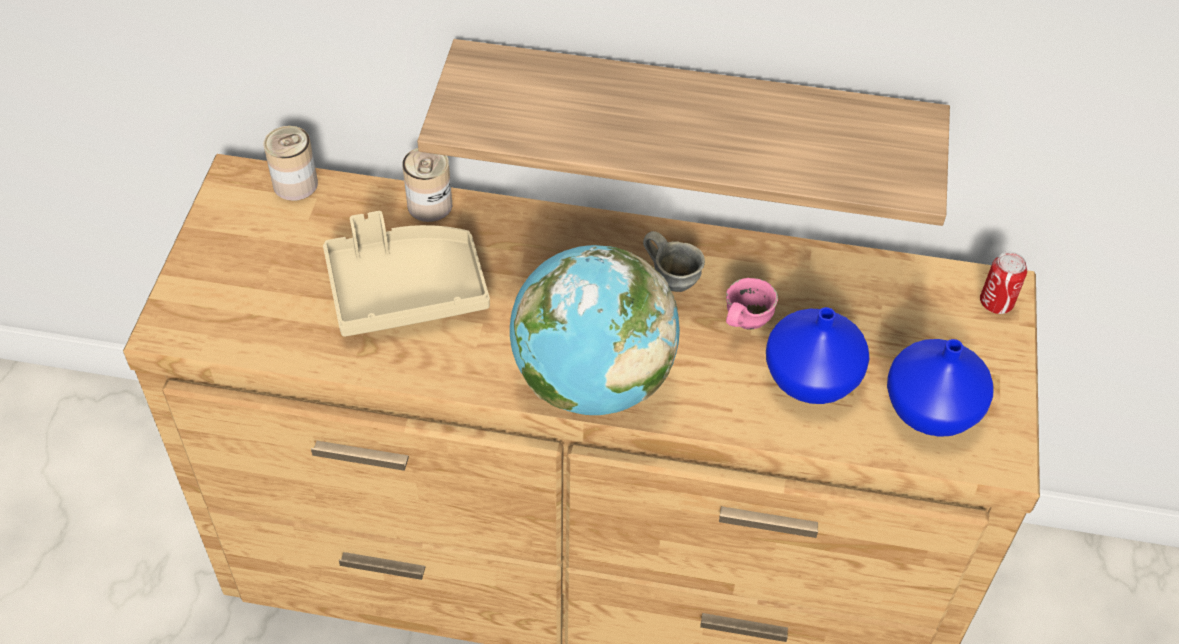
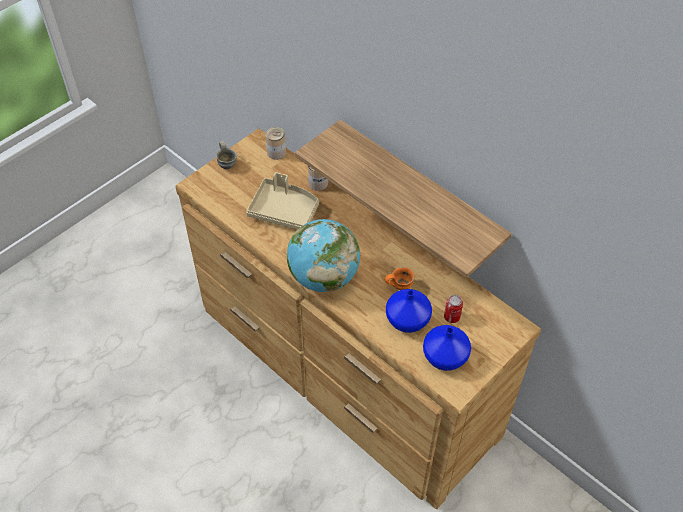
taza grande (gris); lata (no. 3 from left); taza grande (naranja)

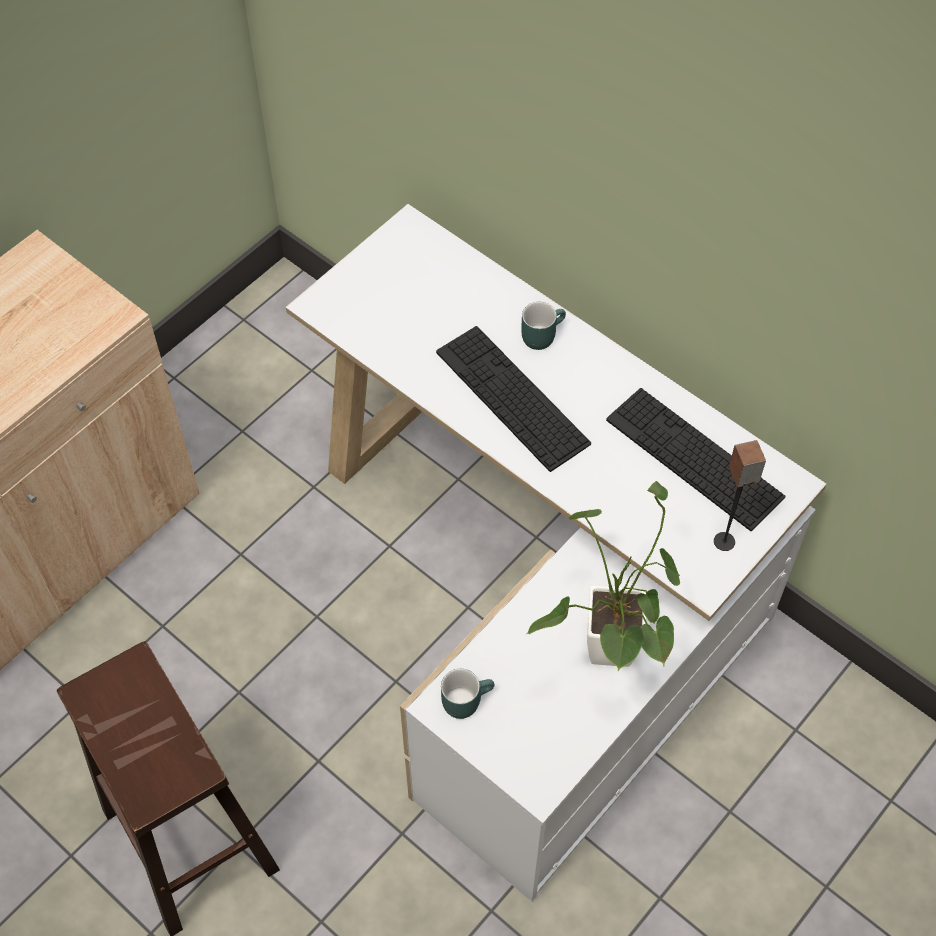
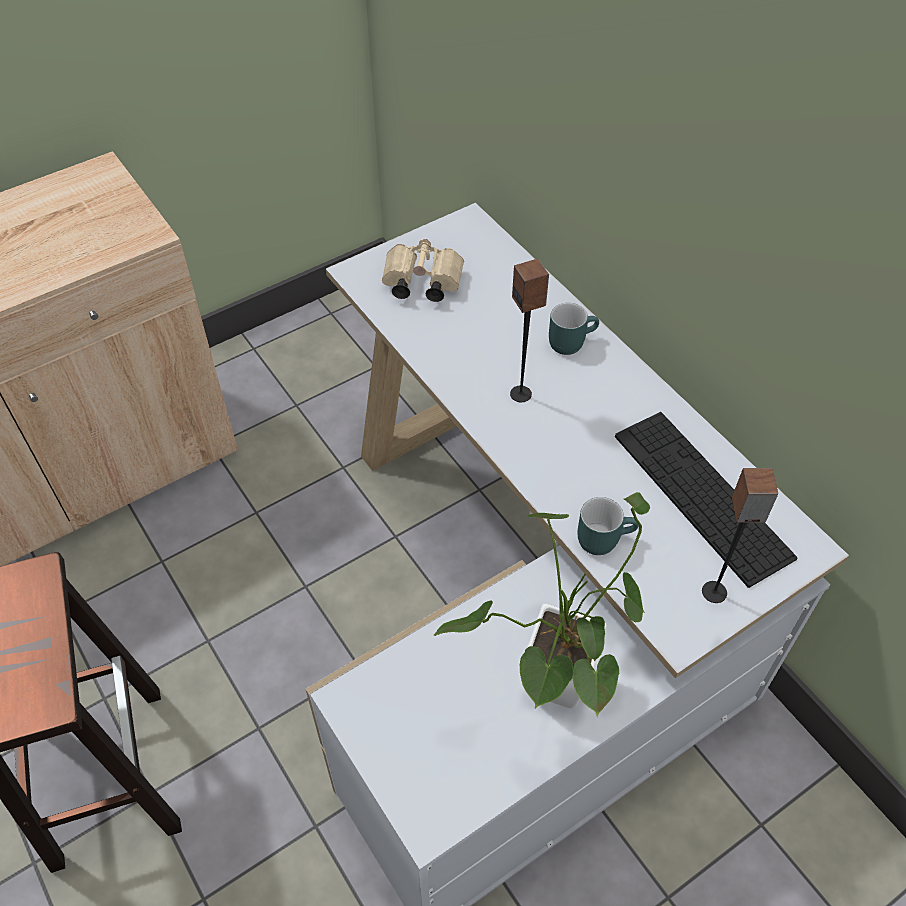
altavoz (no. 1 from left); taza grande (turquesa) (no. 2 from left); prismáticos (beis)

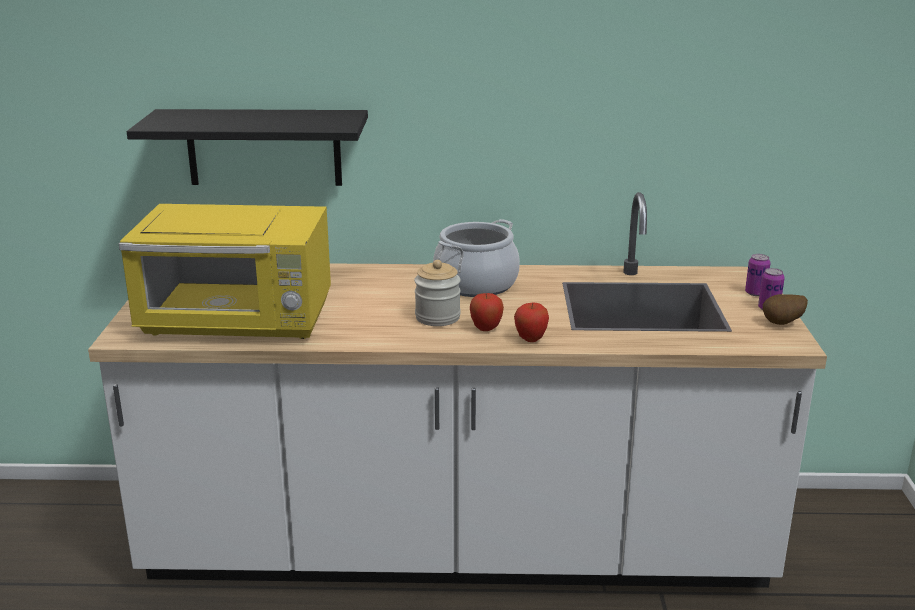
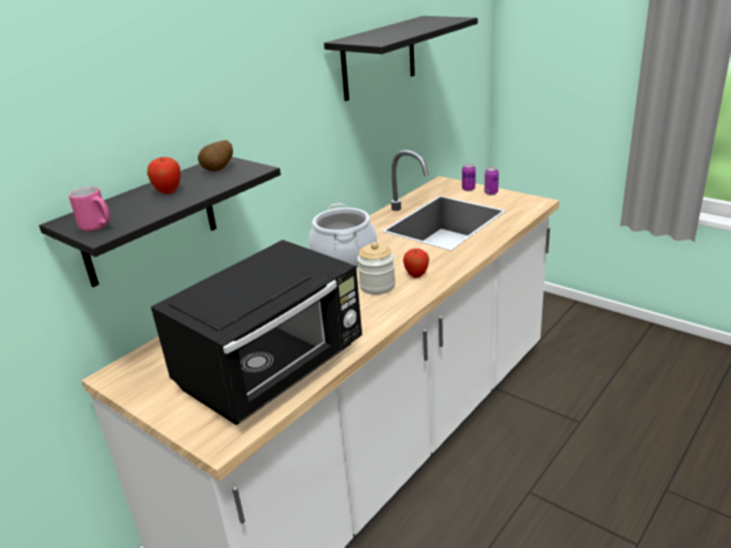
microondas (negro); patata; manzana (no. 1 from left); estante (negro) (no. 2 from left); taza grande (rosa)

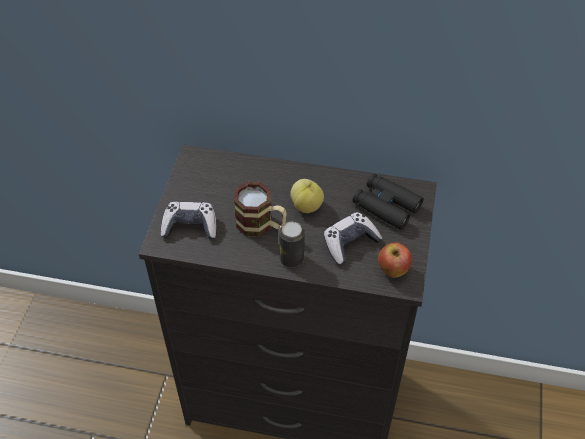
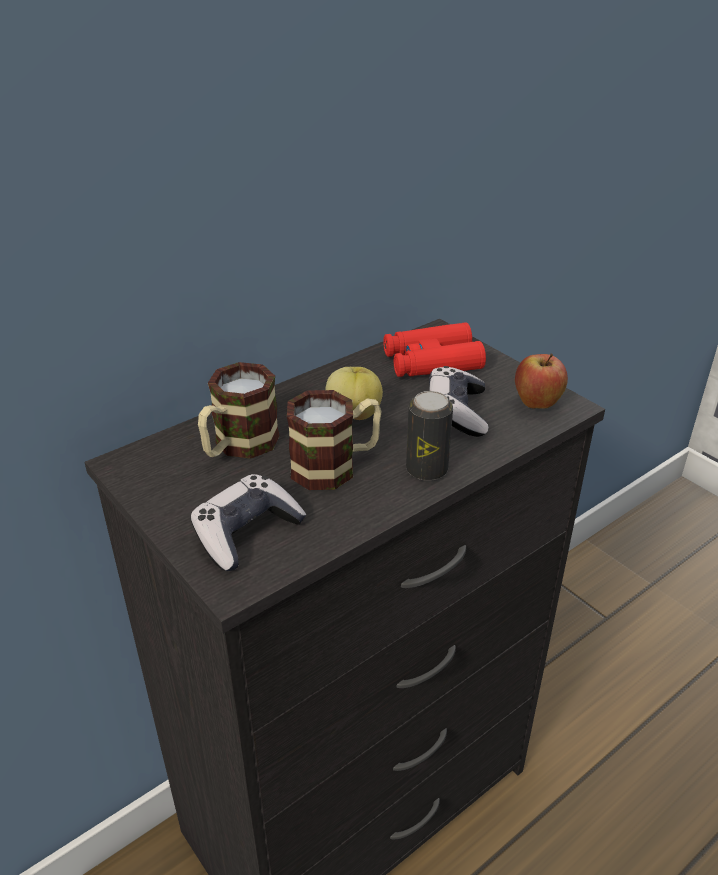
prismáticos (rojo); taza grande (no. 1 from left)

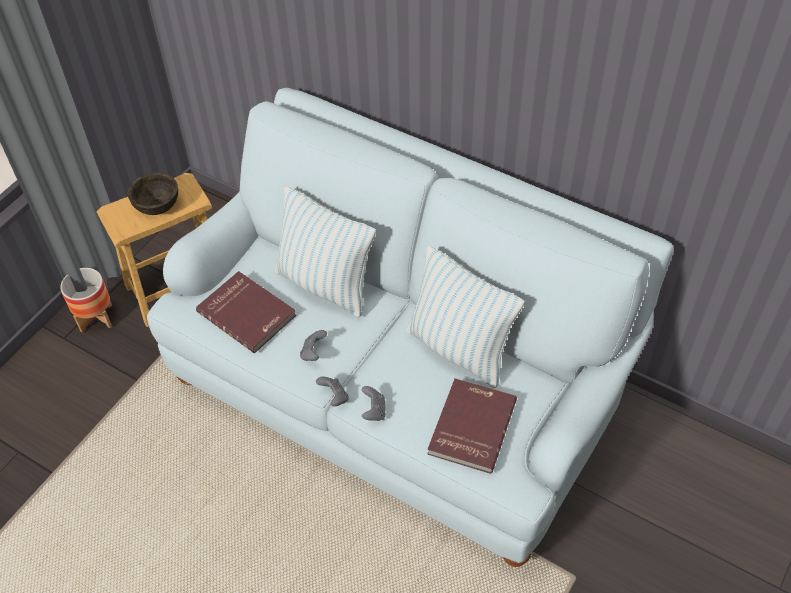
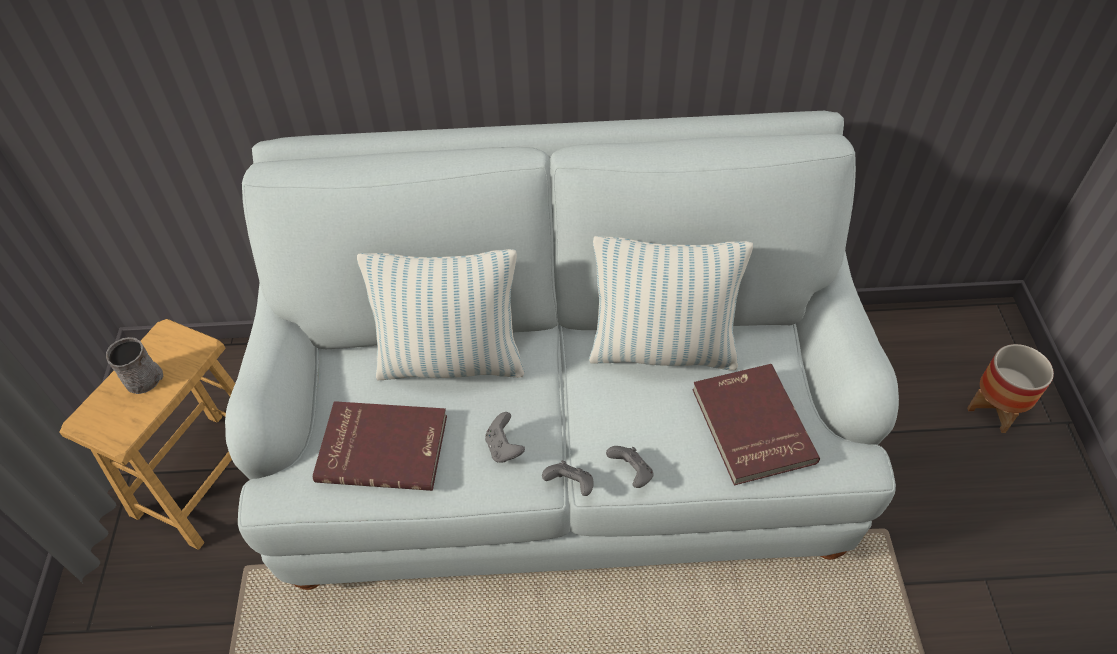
taza grande (gris); maceta

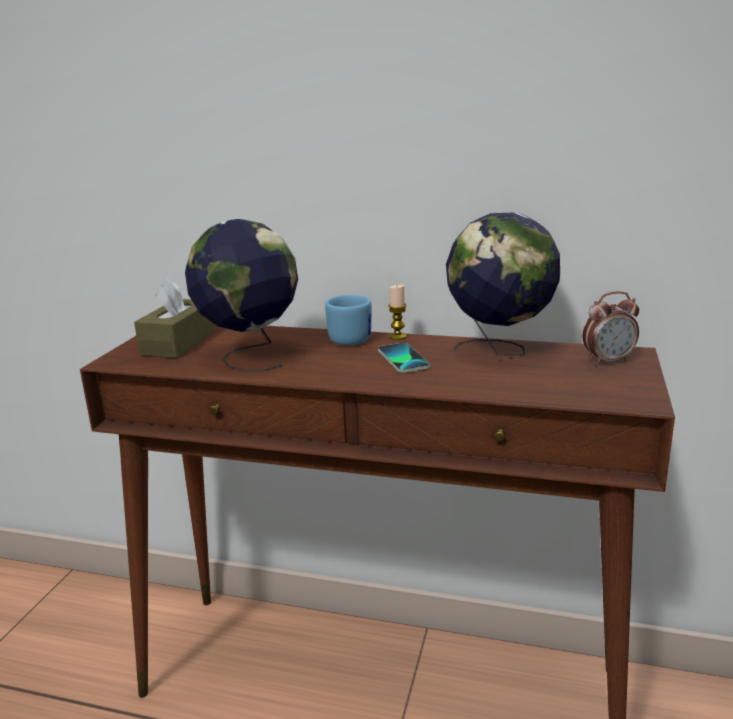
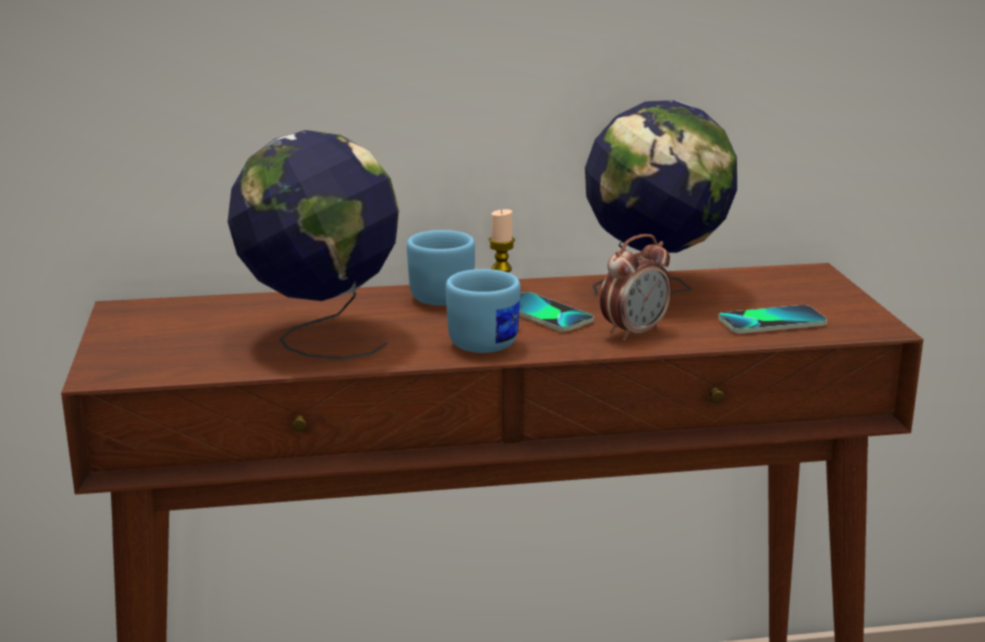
caja de pañuelos (marrón); despertador; taza grande (azul) (no. 2 from left); móvil (no. 2 from left)

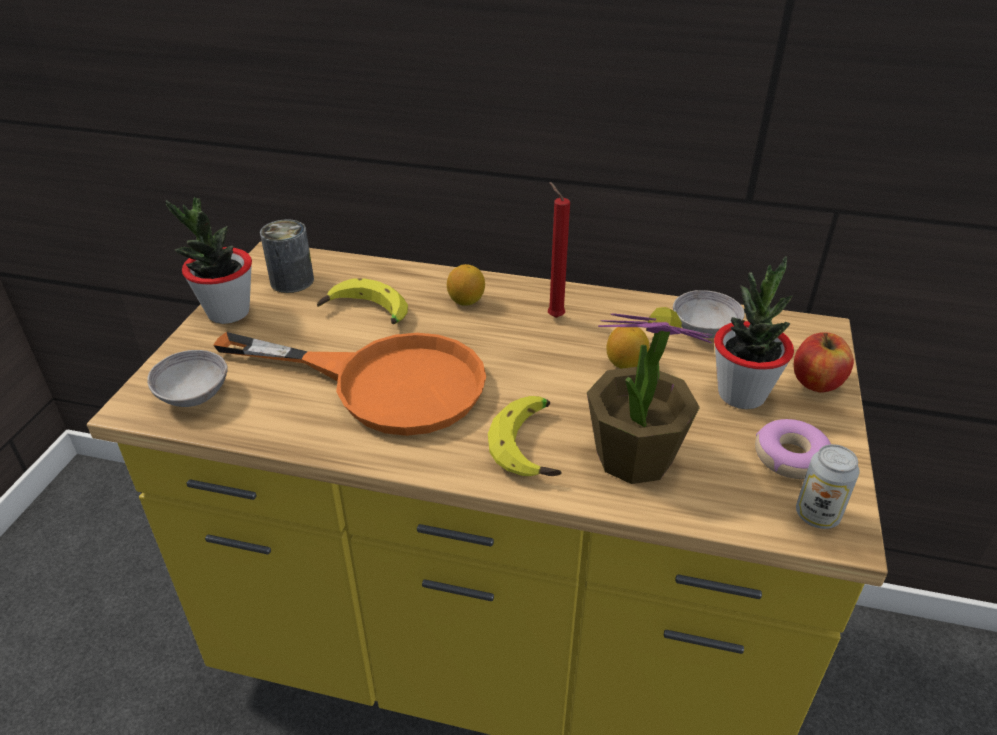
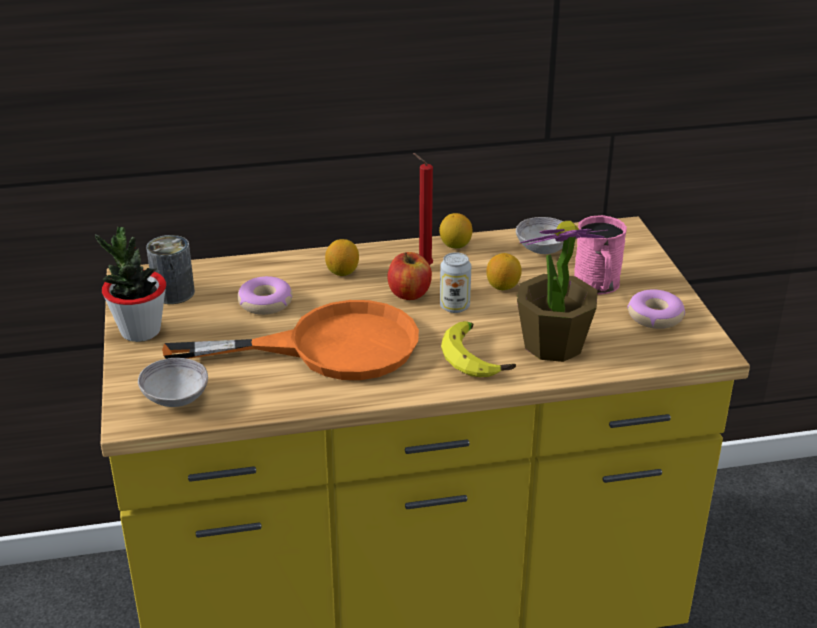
taza grande (rosa); rosquilla (no. 1 from left); manzana; lata (no. 2 from left); limón (no. 2 from left)

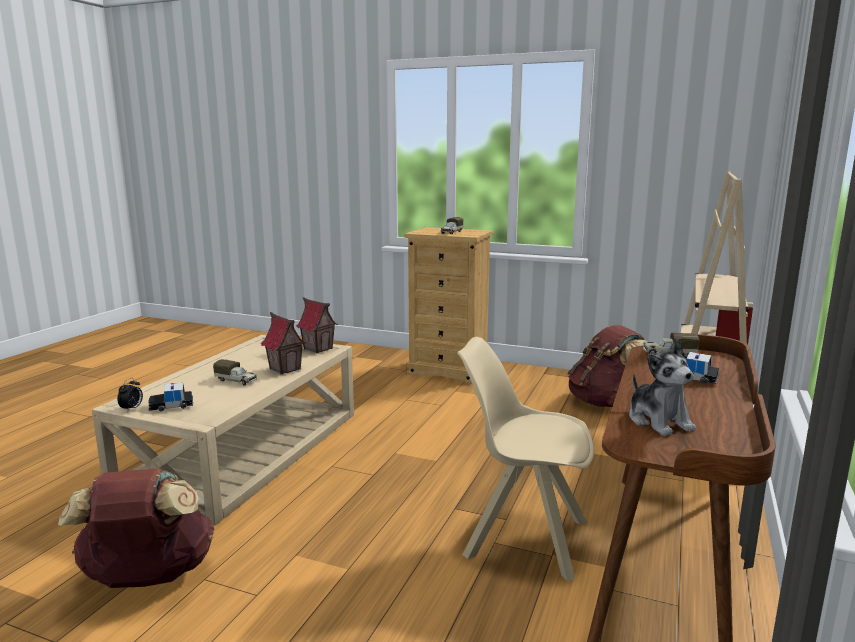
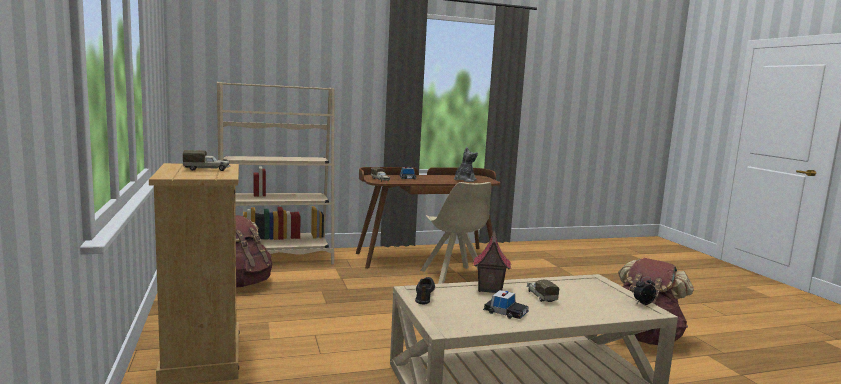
zapato (negro); coche de juguete (no. 2 from left)

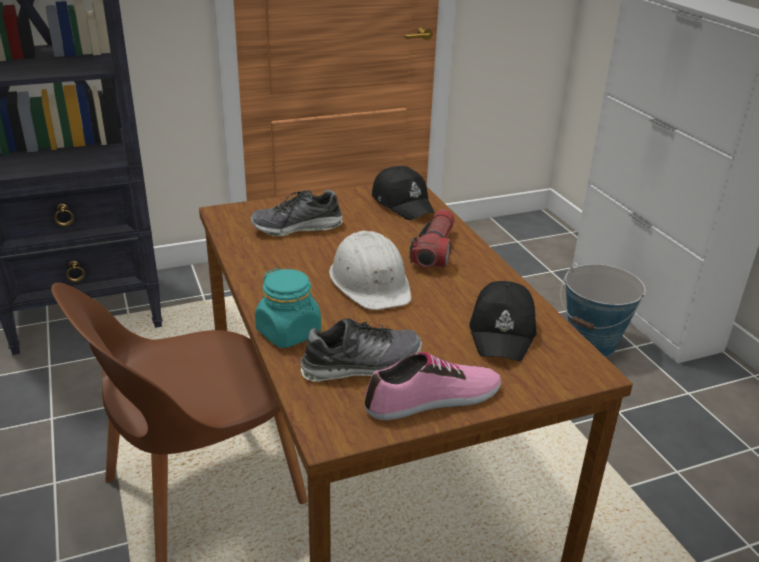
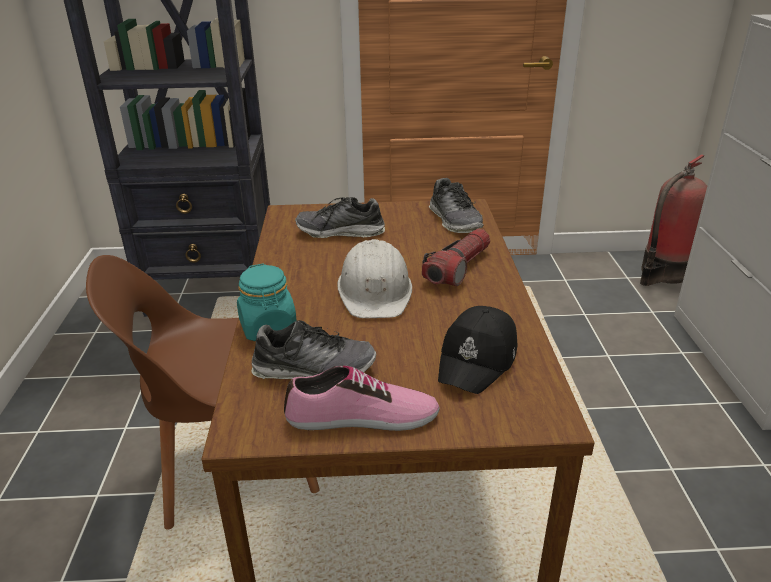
zapato (no. 4 from left); cubo; extintor

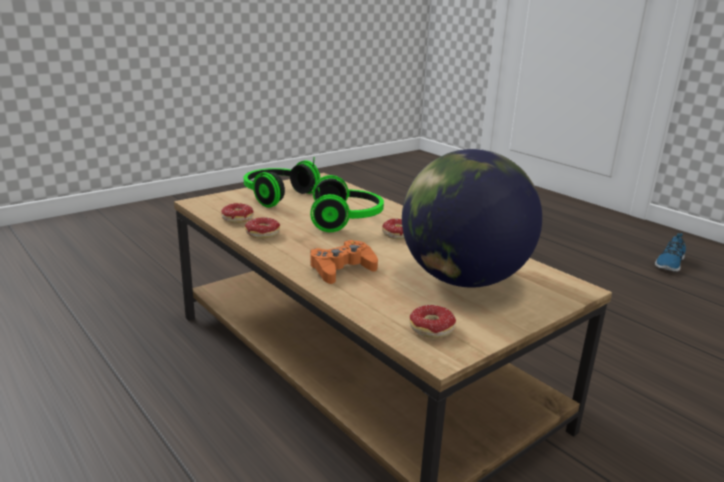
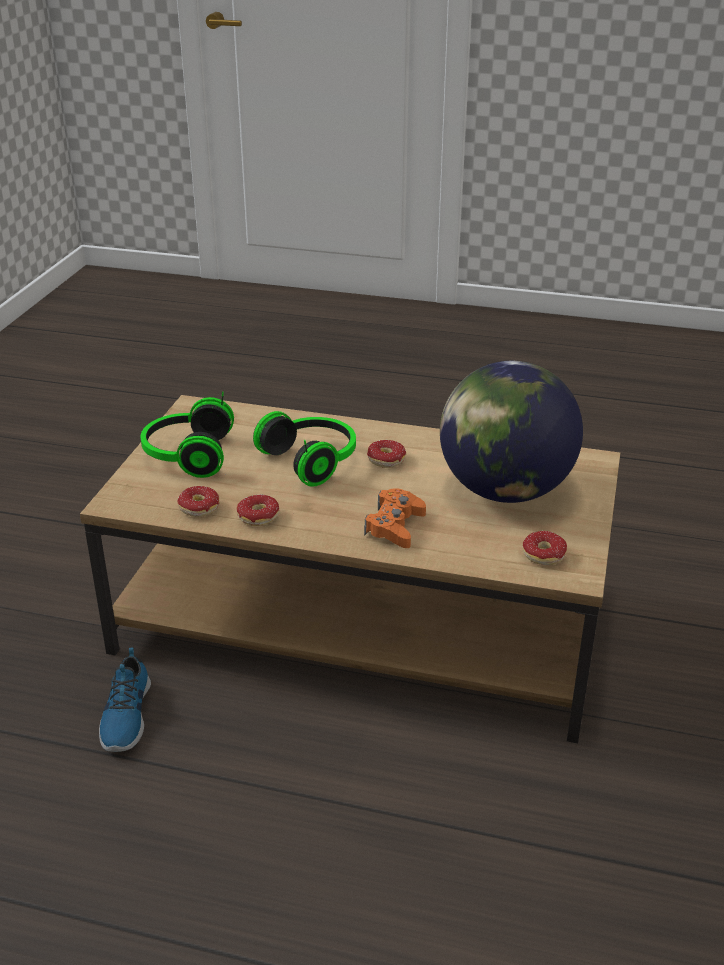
zapato

